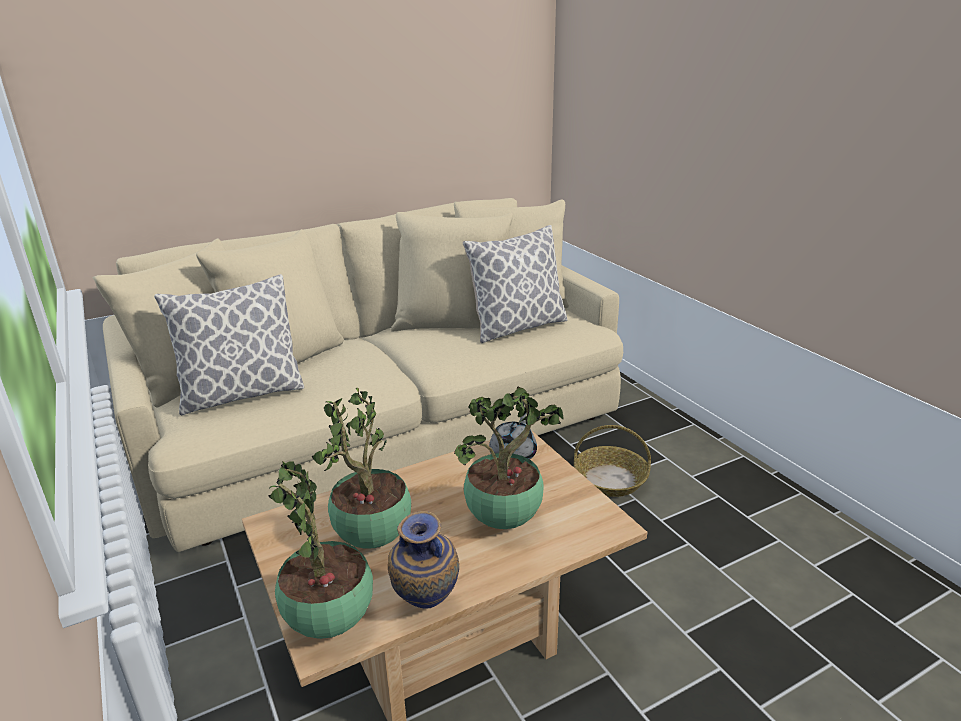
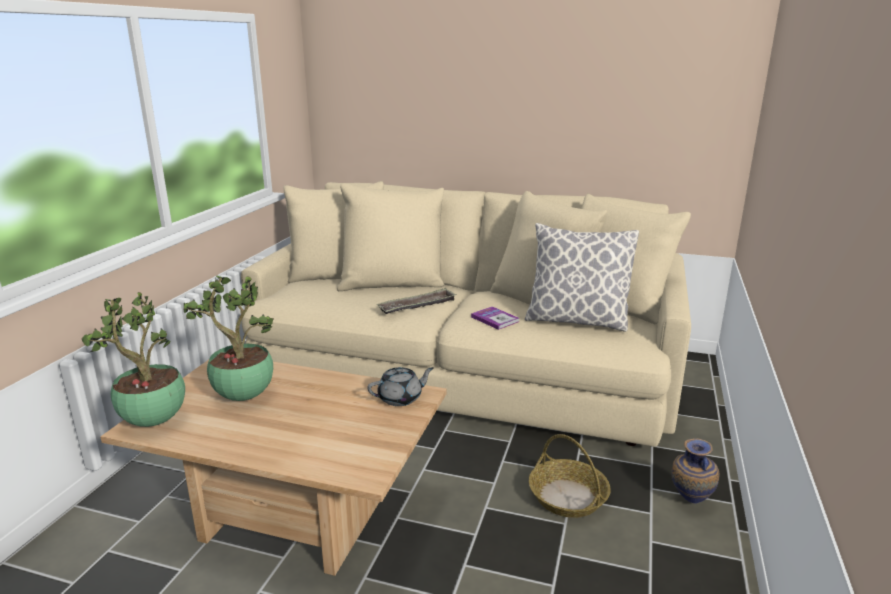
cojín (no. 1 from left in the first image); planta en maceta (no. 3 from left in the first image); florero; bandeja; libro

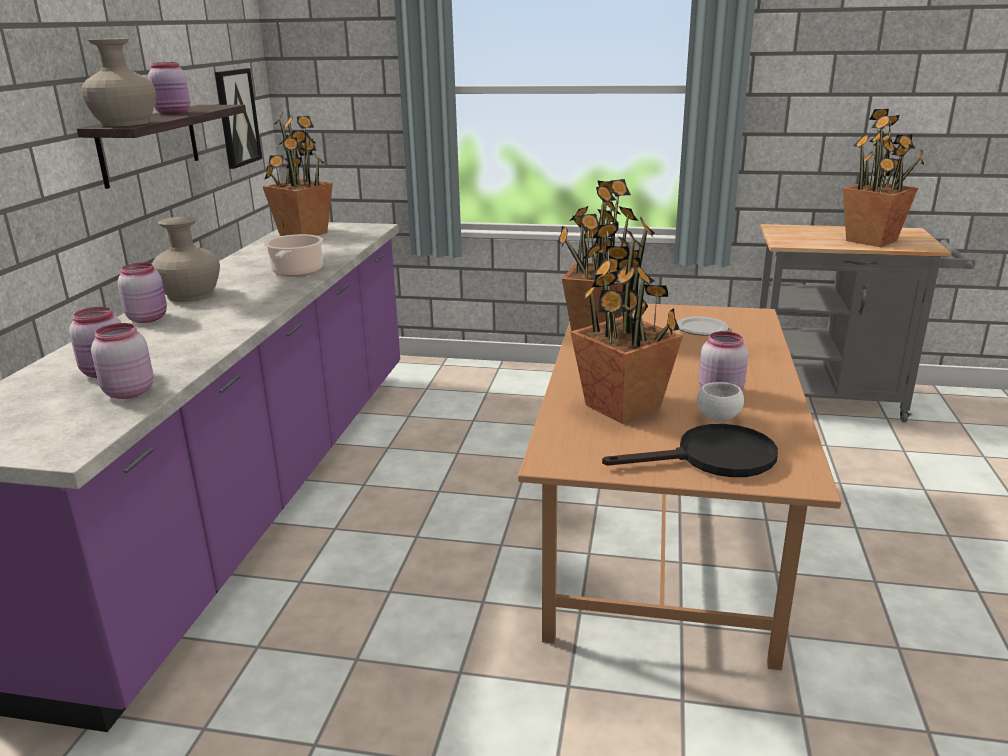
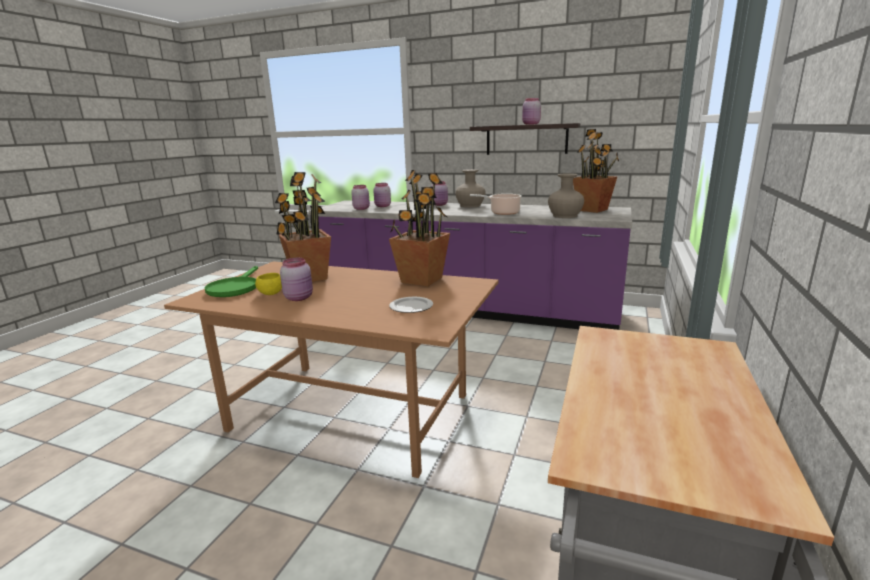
florero (beis) (no. 2 from left); cuadro; planta en maceta (no. 4 from left in the first image); cuenco (amarillo); sartén (verde)

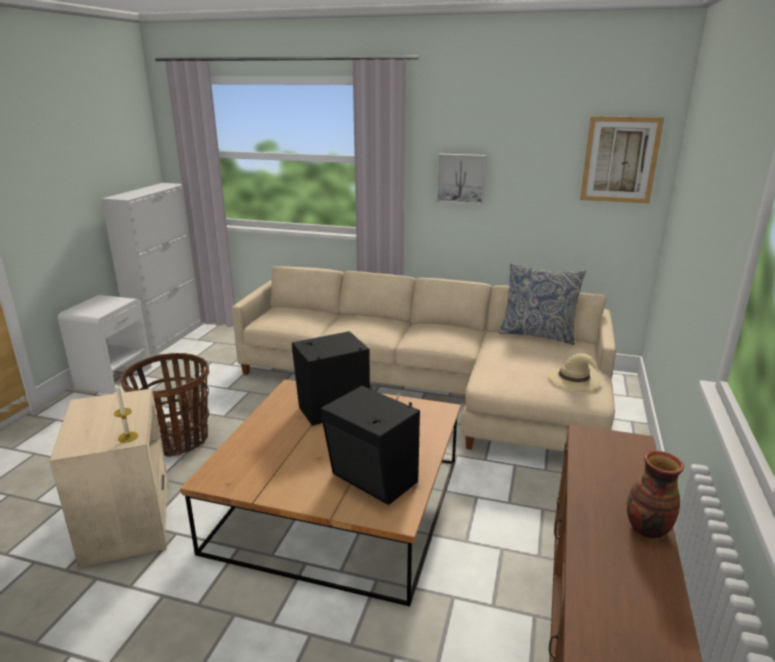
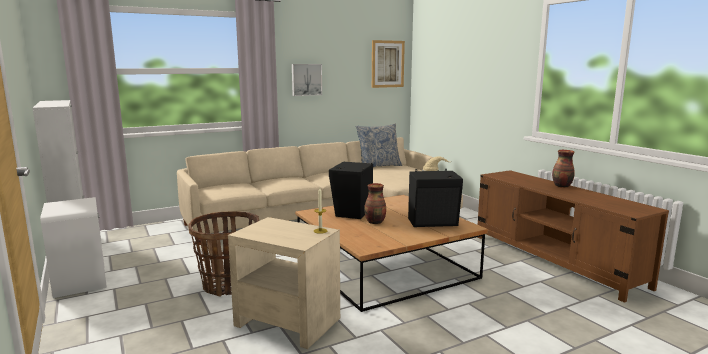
florero (no. 1 from left)

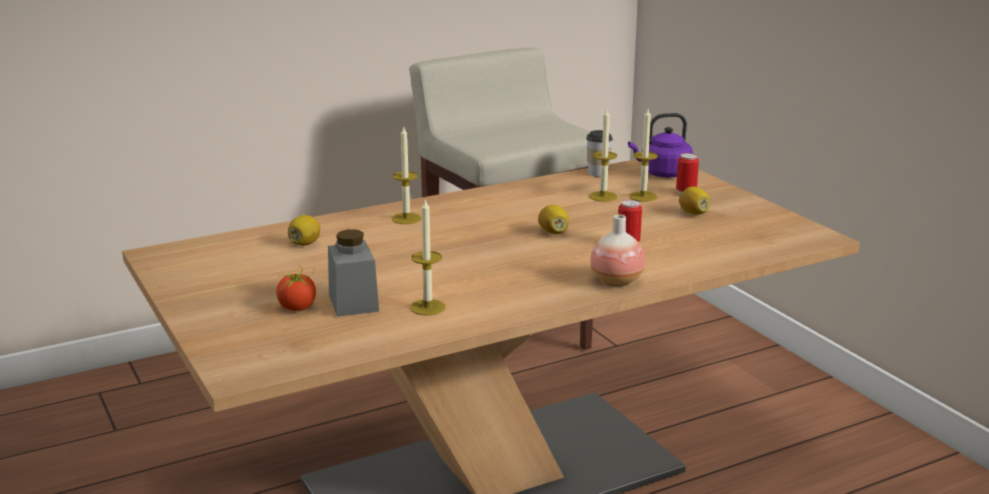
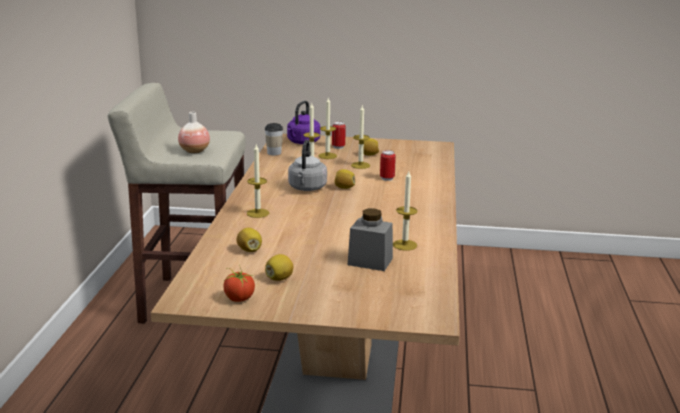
florero; tomate; vela (no. 4 from left); hervidor (gris); limón (no. 2 from left)

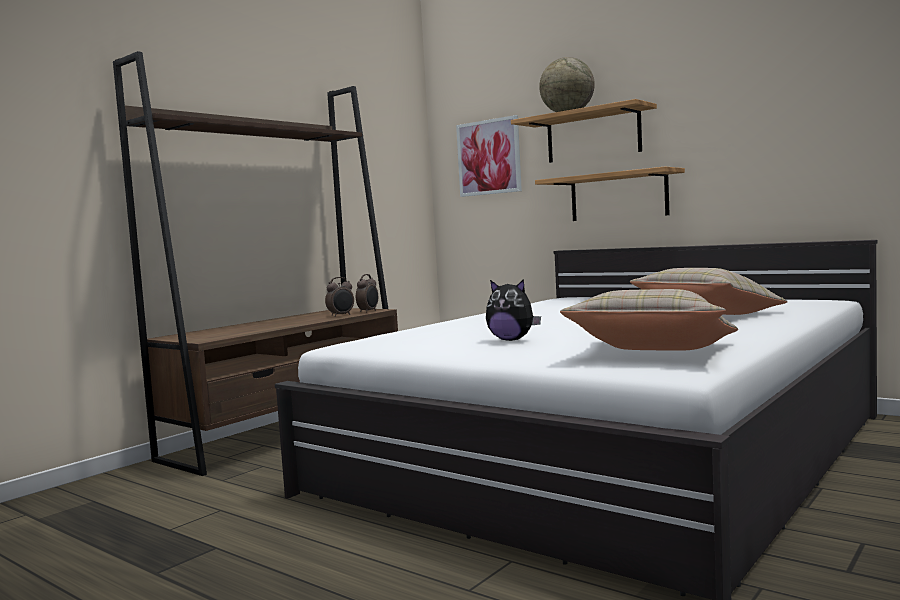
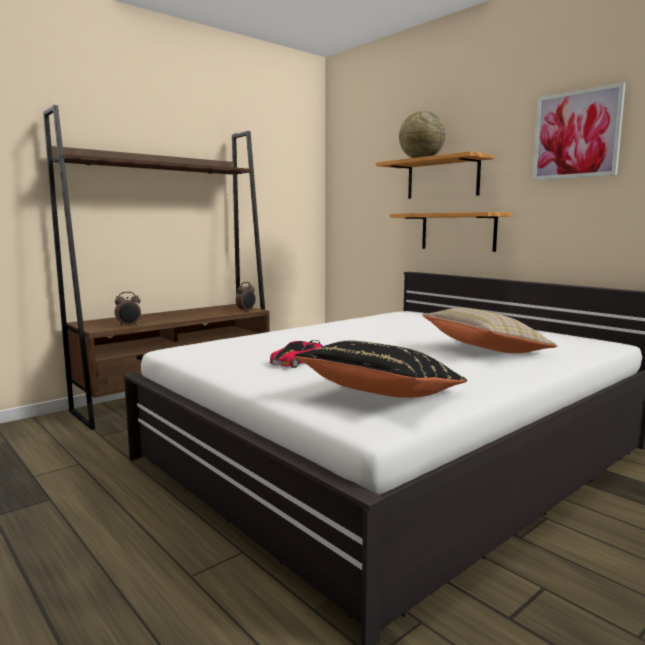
cuadro; despertador (no. 1 from left); coche de juguete; cojín (negro)

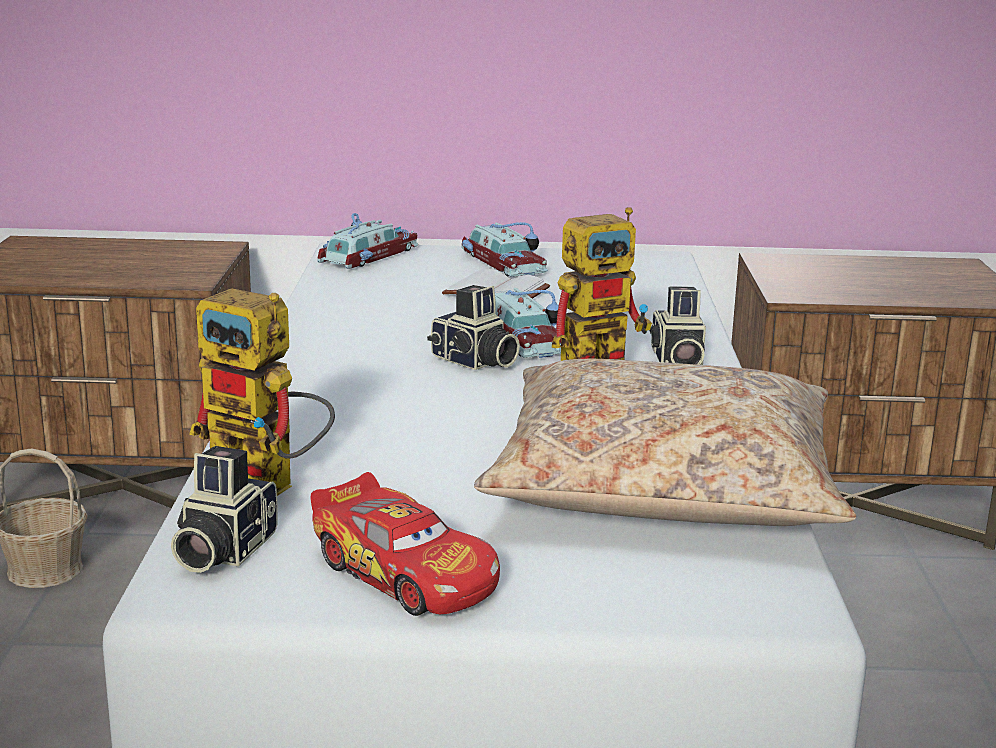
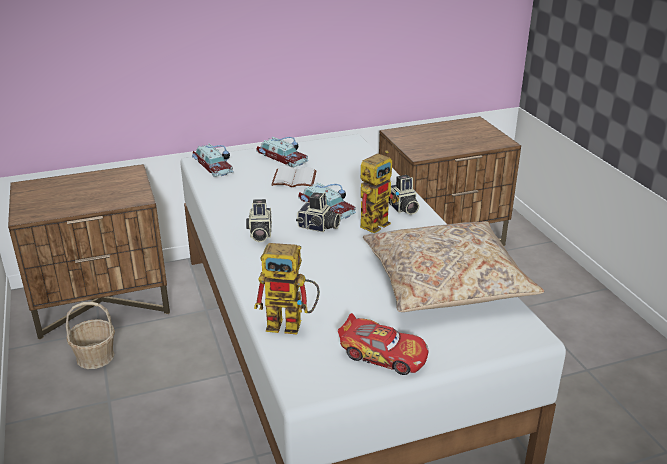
coche de juguete (no. 1 from left); cámara (no. 1 from left)

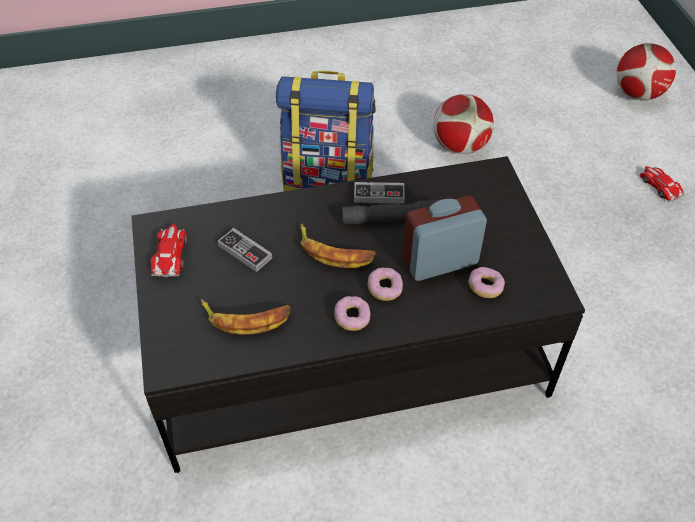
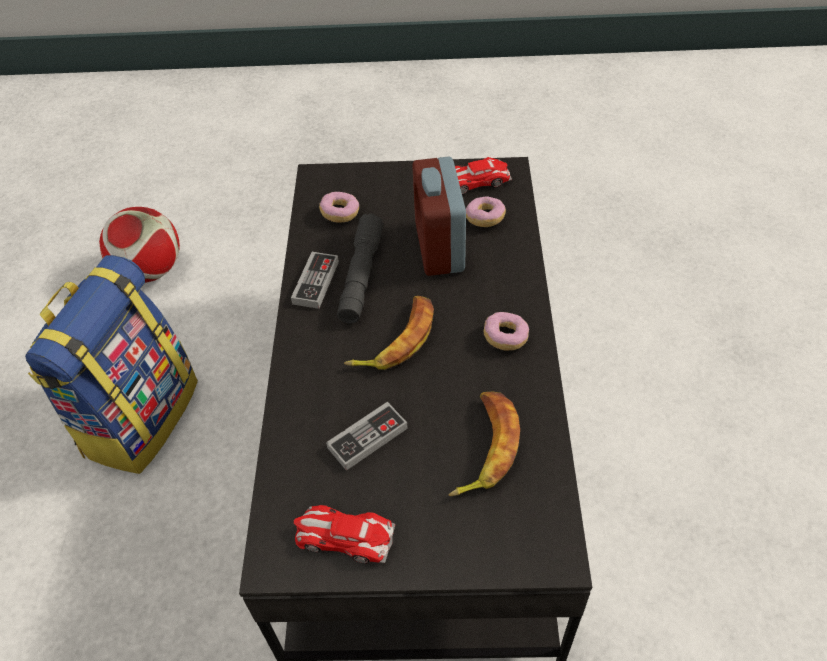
balón de fútbol (no. 2 from left in the first image); coche de juguete (no. 2 from left); rosquilla (no. 1 from left)

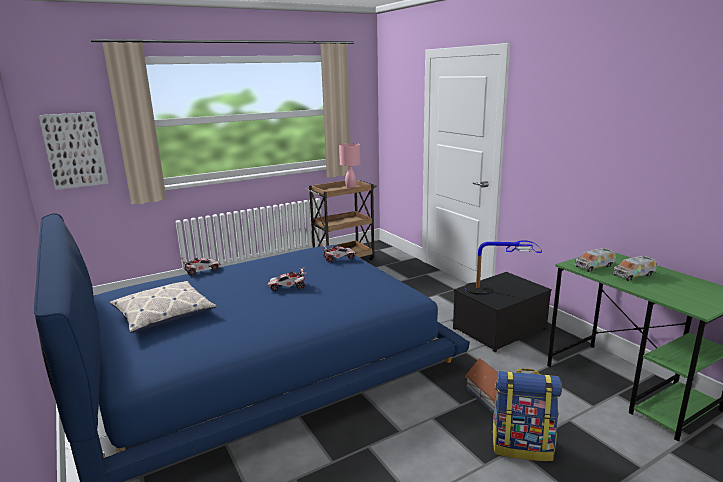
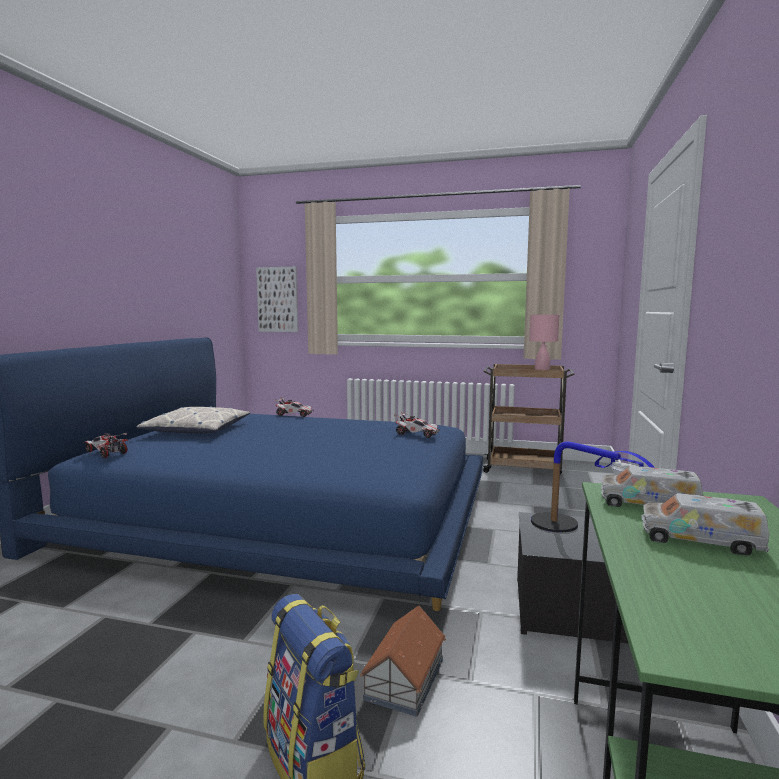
coche de juguete (no. 1 from left)

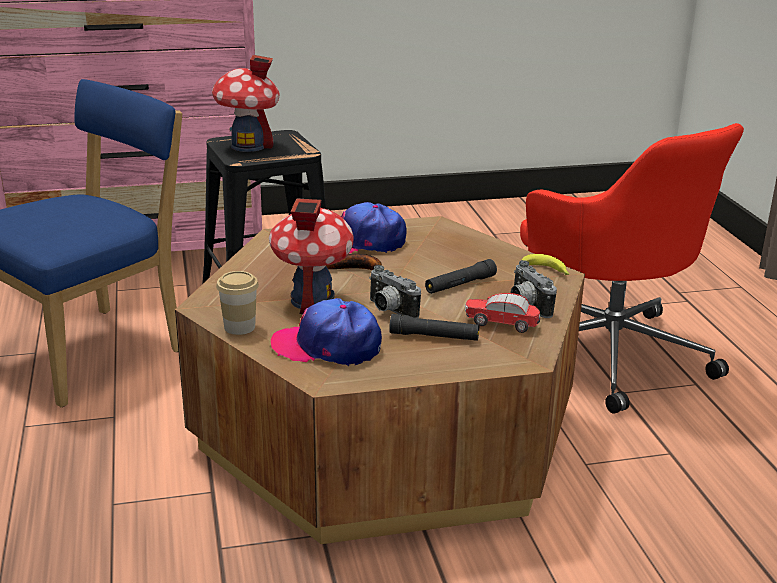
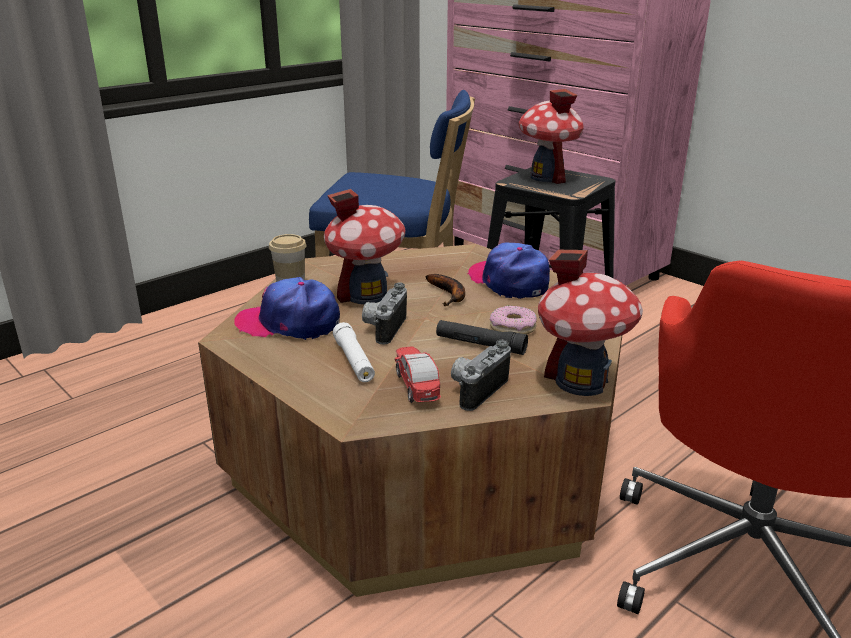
casita (no. 3 from left); gorra (no. 1 from left); linterna (blanco); rosquilla

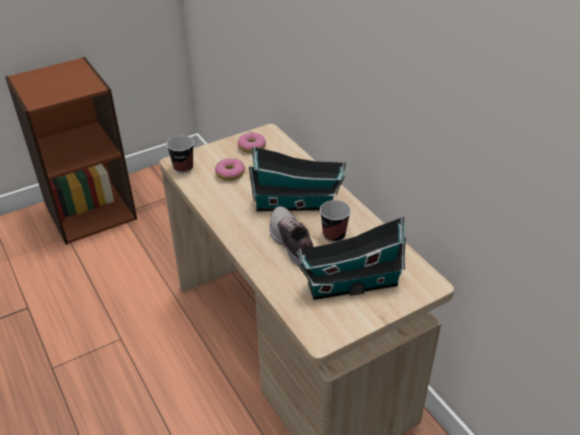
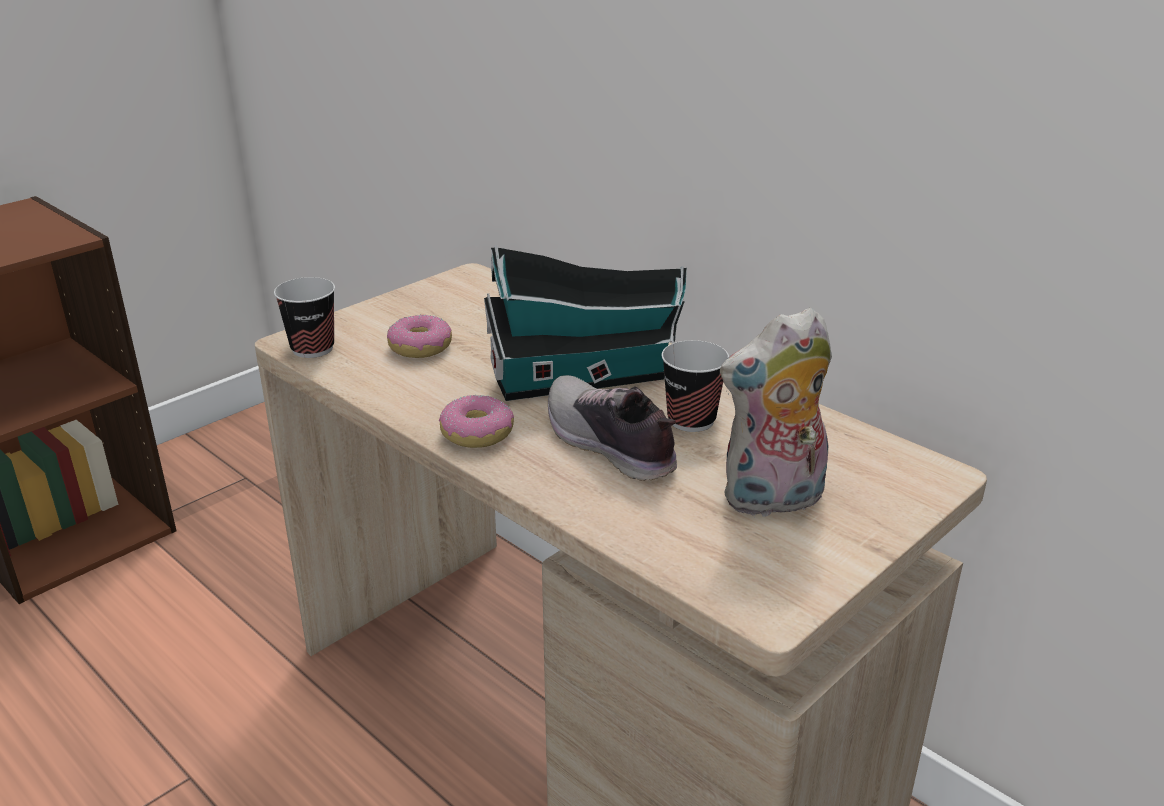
rosquilla (no. 2 from left); peluche

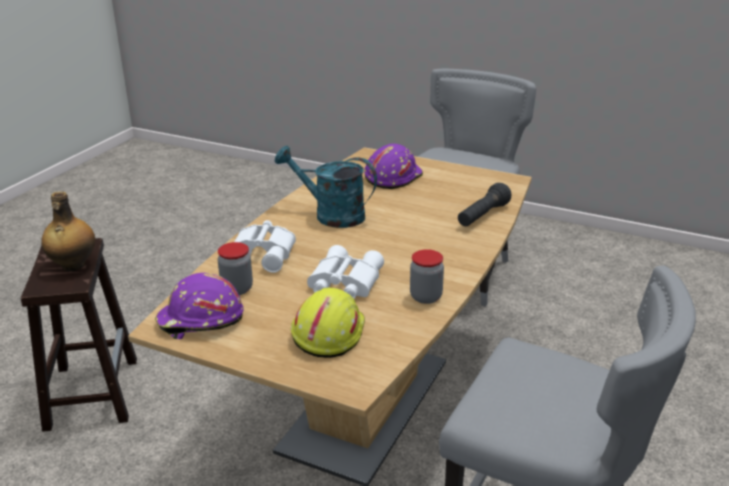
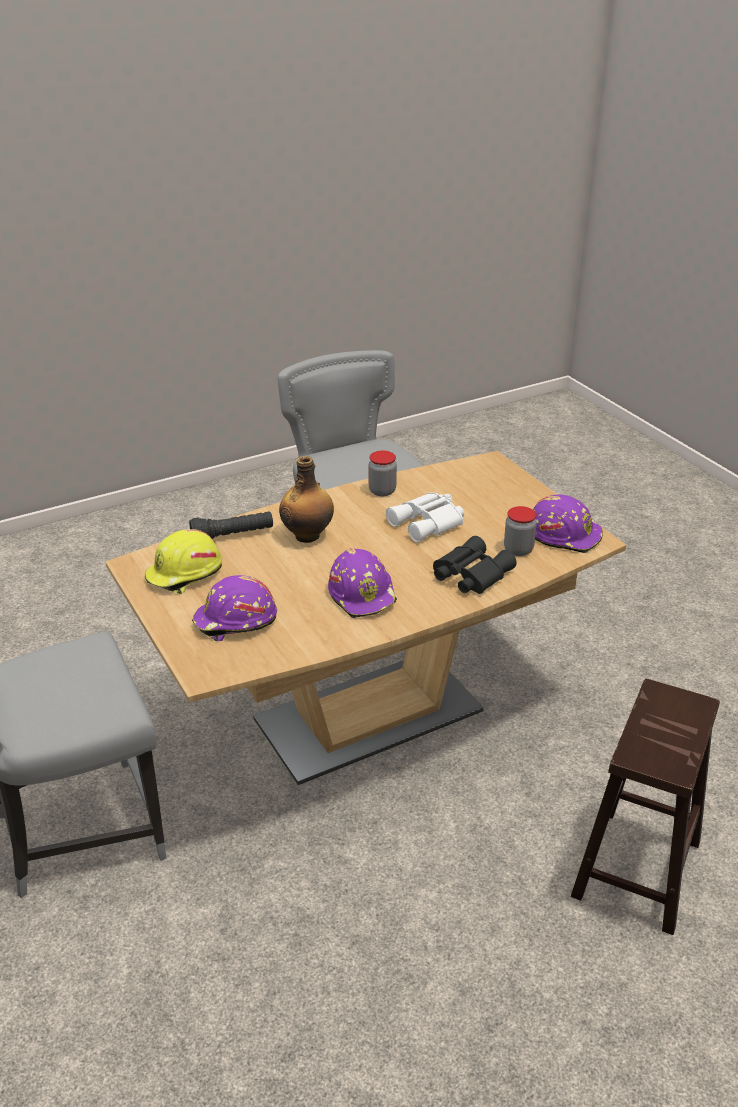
casco (morado) (no. 2 from left); botella; prismáticos (negro); casco (amarillo)

